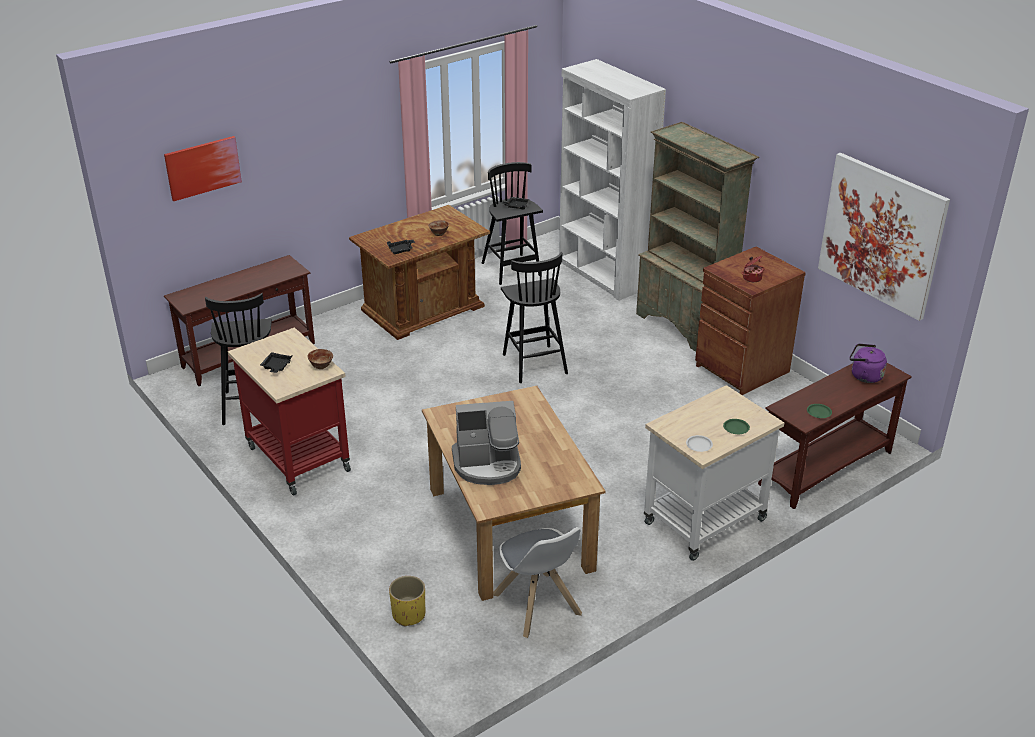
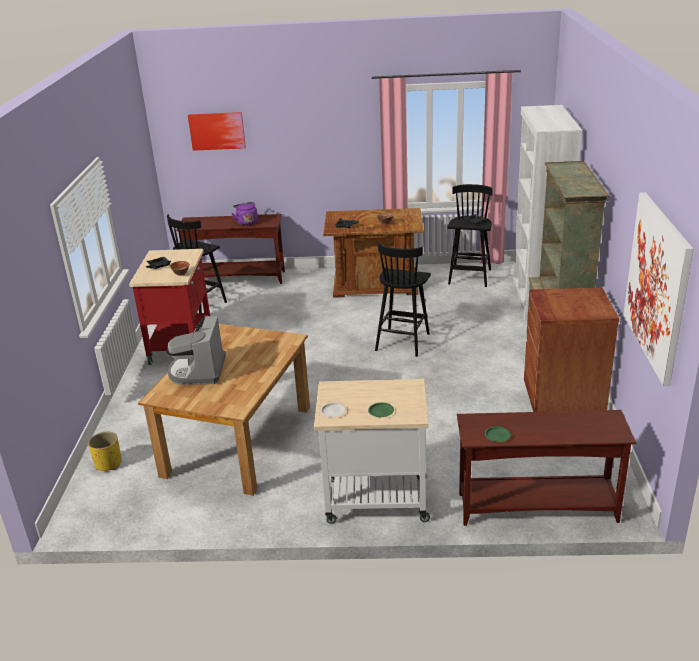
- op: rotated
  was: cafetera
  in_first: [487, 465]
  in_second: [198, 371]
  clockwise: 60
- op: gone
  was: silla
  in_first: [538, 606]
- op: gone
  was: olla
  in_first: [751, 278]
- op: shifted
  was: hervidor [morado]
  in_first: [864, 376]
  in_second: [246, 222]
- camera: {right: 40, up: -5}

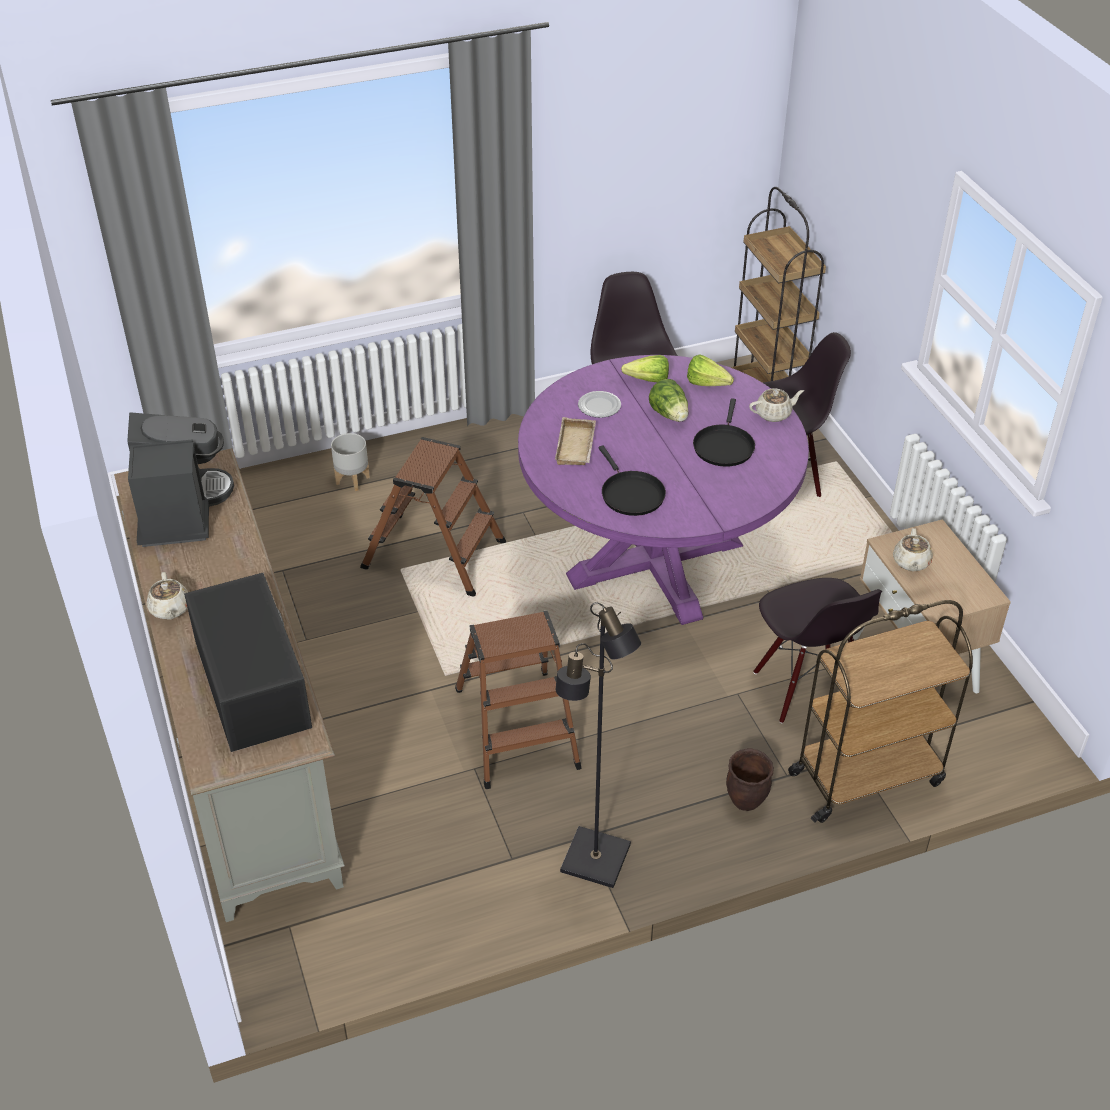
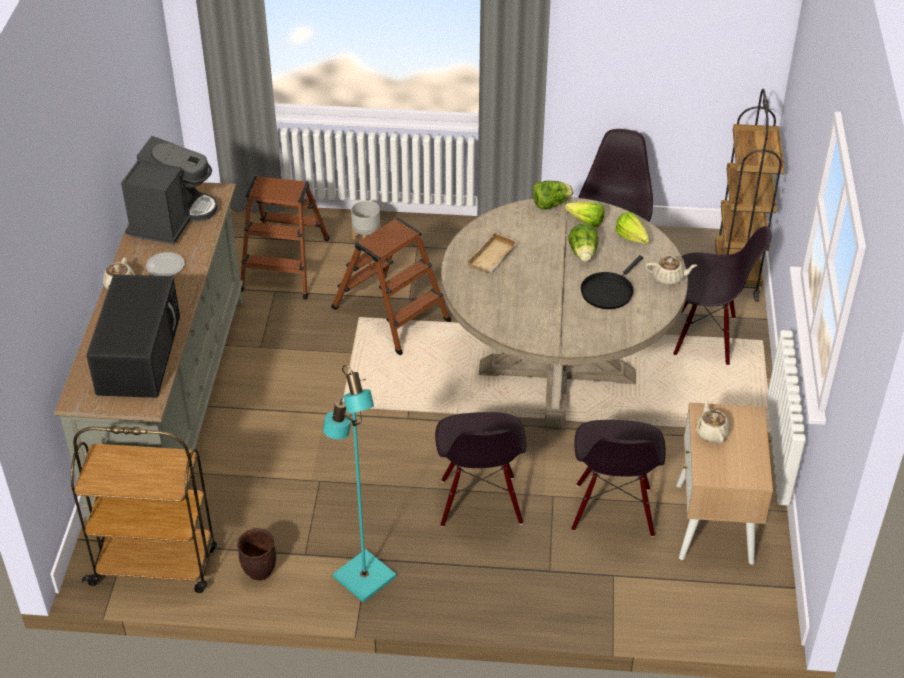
- op: shifted
  was: escalera de tijera [marrón]
  in_first: [516, 727]
  in_second: [285, 264]
- op: repainted
  was: mesa de comedor [morado]
  now: mesa de comedor [beis]
  in_first: [655, 561]
  in_second: [557, 373]
- op: repainted
  was: lámpara de pie [negro]
  now: lámpara de pie [turquesa]
  in_first: [595, 858]
  in_second: [364, 576]
- op: shifted
  was: plato
  in_first: [599, 407]
  in_second: [165, 267]
- op: gone
  was: sartén [negro]
  in_first: [630, 494]
- op: shifted
  was: maceta [marrón]
  in_first: [745, 801]
  in_second: [259, 572]
- op: shifted
  was: carrito [marrón]
  in_first: [867, 779]
  in_second: [155, 567]
- op: rotated
  was: tetera [beis]
  in_first: [911, 562]
  in_second: [711, 432]
  clockwise: 135
- op: new
  now: silla [negro]
  in_second: [479, 502]
- op: new
  now: lechuga
  in_second: [550, 204]
- camera: {right: 25, up: 0}

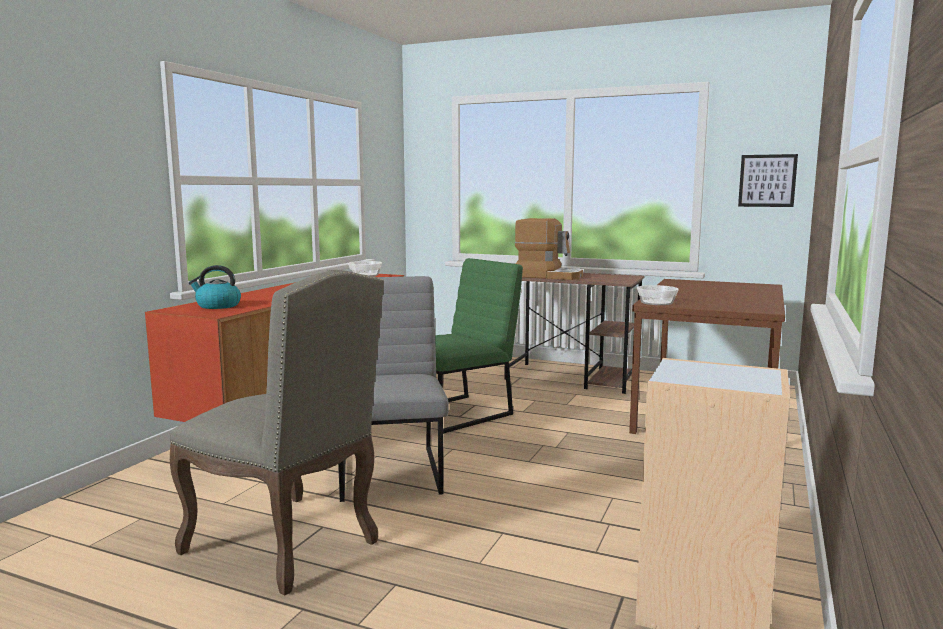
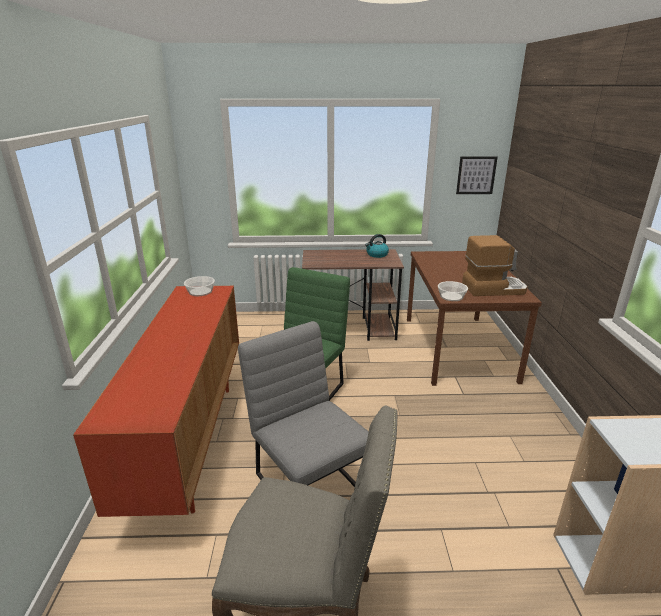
- op: shifted
  was: hervidor
  in_first: [217, 306]
  in_second: [377, 255]
- op: shifted
  was: cafetera
  in_first: [548, 276]
  in_second: [493, 288]
- camera: {right: -25, up: 15}

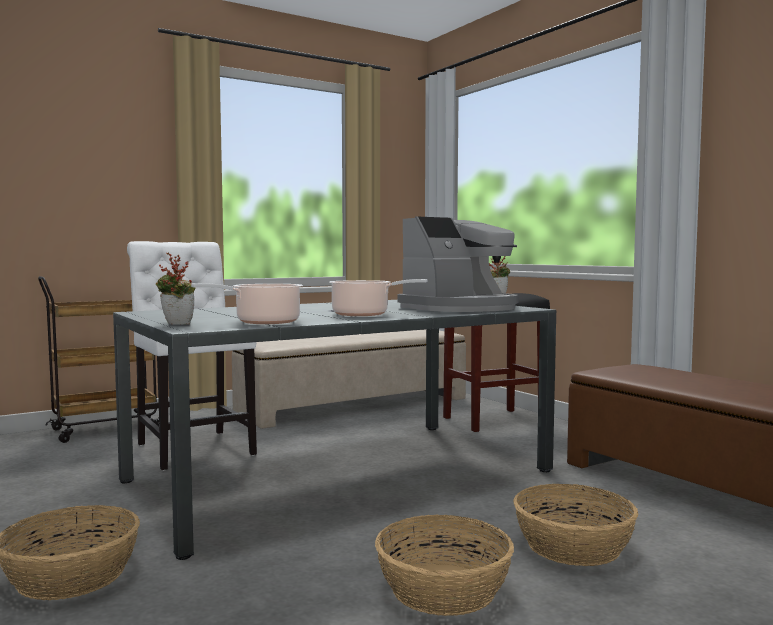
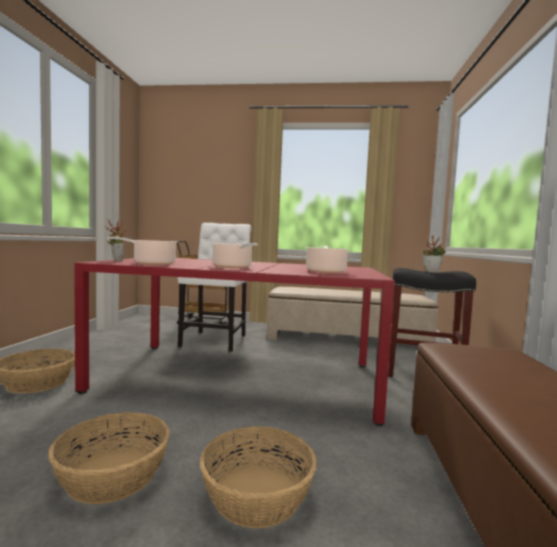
- op: repainted
  was: mesa de comedor [gris]
  now: mesa de comedor [rojo]
  in_first: [340, 476]
  in_second: [241, 377]
- op: swapped
  was: cafetera
  now: olla
  in_first: [461, 308]
  in_second: [325, 272]
- camera: {right: 40, up: 0}

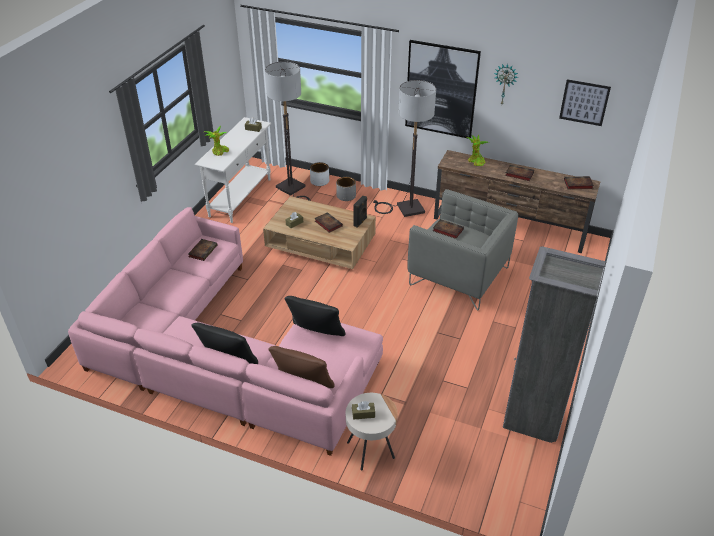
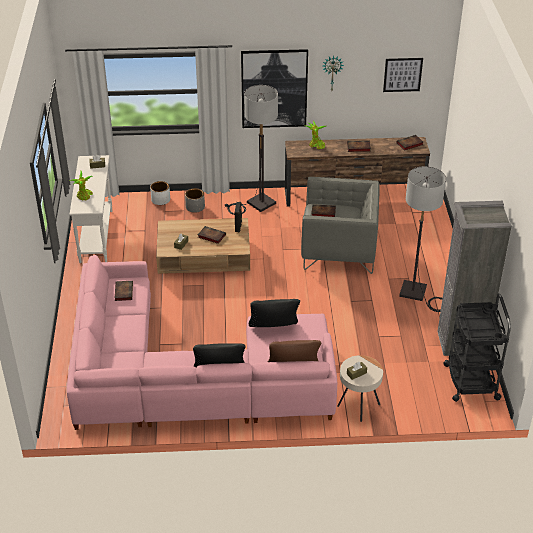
- op: shifted
  was: lámpara de pie
  in_first: [293, 192]
  in_second: [420, 296]
- op: new
  now: carrito [negro]
  in_second: [470, 381]
- camera: {right: -25, up: 0}

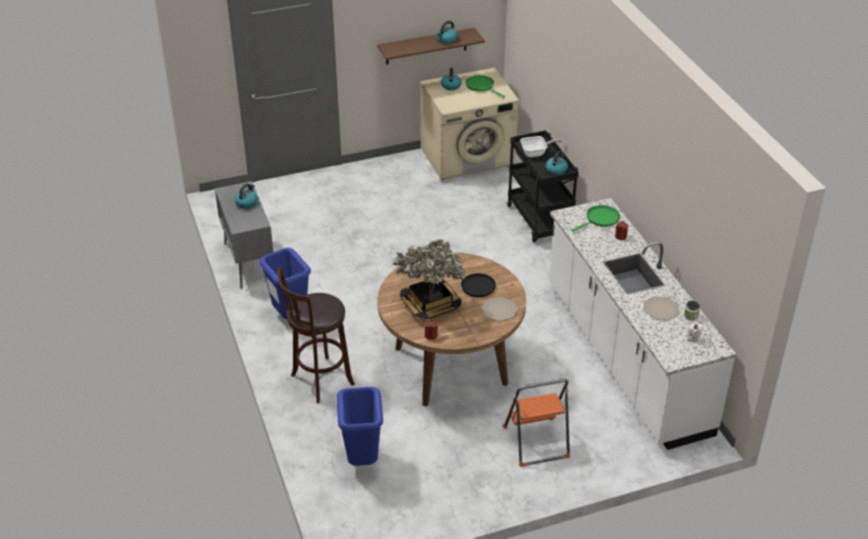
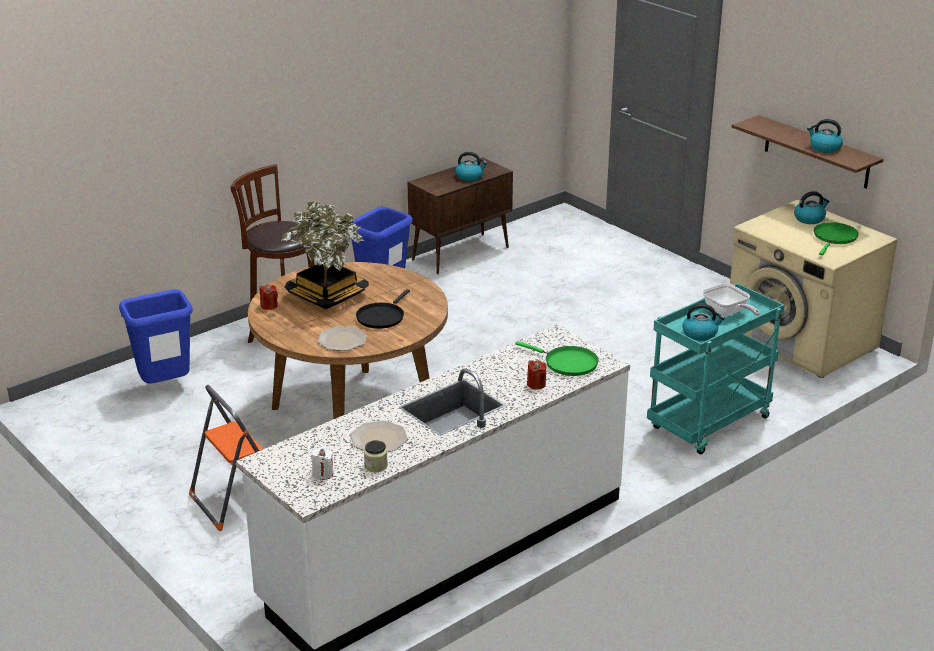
- op: repainted
  was: armario [gris]
  now: armario [marrón]
  in_first: [248, 262]
  in_second: [461, 253]
- op: repainted
  was: carrito [negro]
  now: carrito [turquesa]
  in_first: [540, 221]
  in_second: [709, 425]
- camera: {right: 70, up: -10}

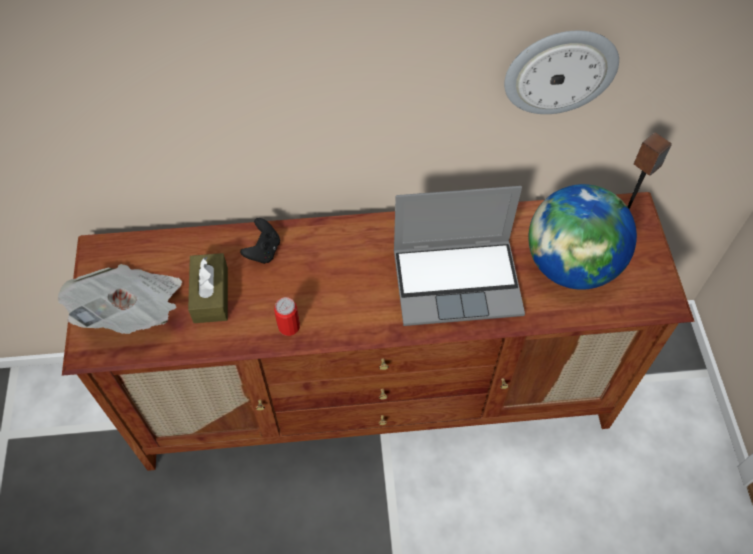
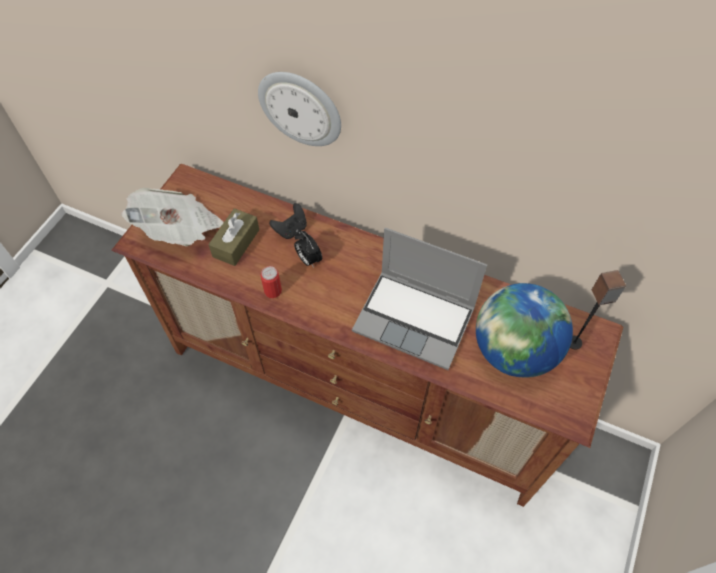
- op: shifted
  was: reloj de pared
  in_first: [560, 71]
  in_second: [300, 108]
- op: new
  now: despertador
  in_second: [308, 259]
- camera: {right: 30, up: 0}

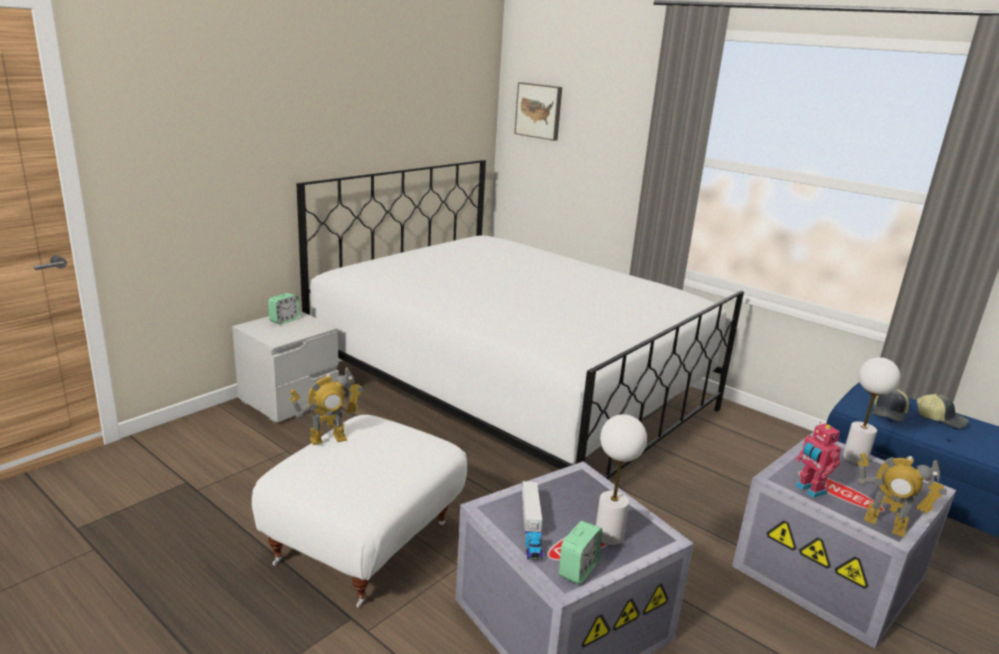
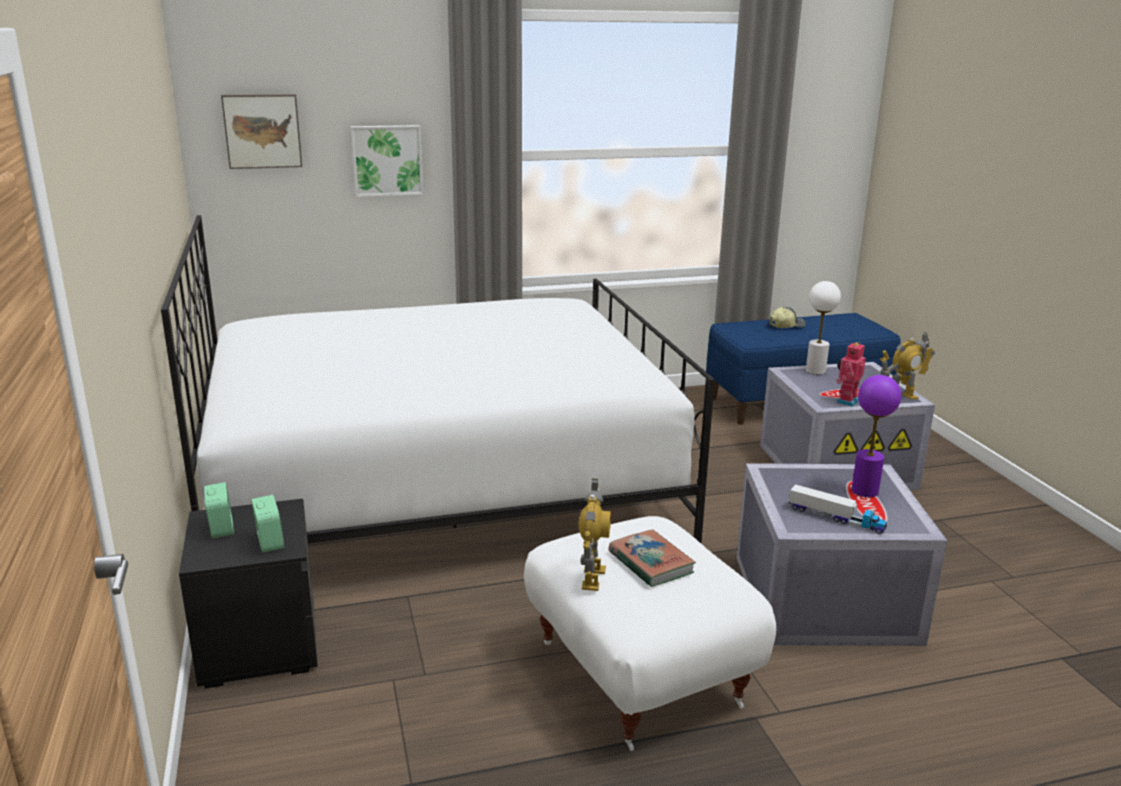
- op: repainted
  was: mesita de noche [blanco]
  now: mesita de noche [negro]
  in_first: [288, 400]
  in_second: [257, 644]
- op: shifted
  was: despertador
  in_first: [578, 570]
  in_second: [270, 542]
- op: repainted
  was: lámpara de mesa [blanco]
  now: lámpara de mesa [morado]
  in_first: [609, 536]
  in_second: [865, 491]
- op: rotated
  was: robot de juguete
  in_first: [809, 490]
  in_second: [846, 401]
  clockwise: 120
- op: gone
  was: gorra
  in_first: [889, 413]
- op: new
  now: cuadro
  in_second: [387, 160]
- op: new
  now: libro
  in_second: [650, 563]
- camera: {right: -55, up: 0}

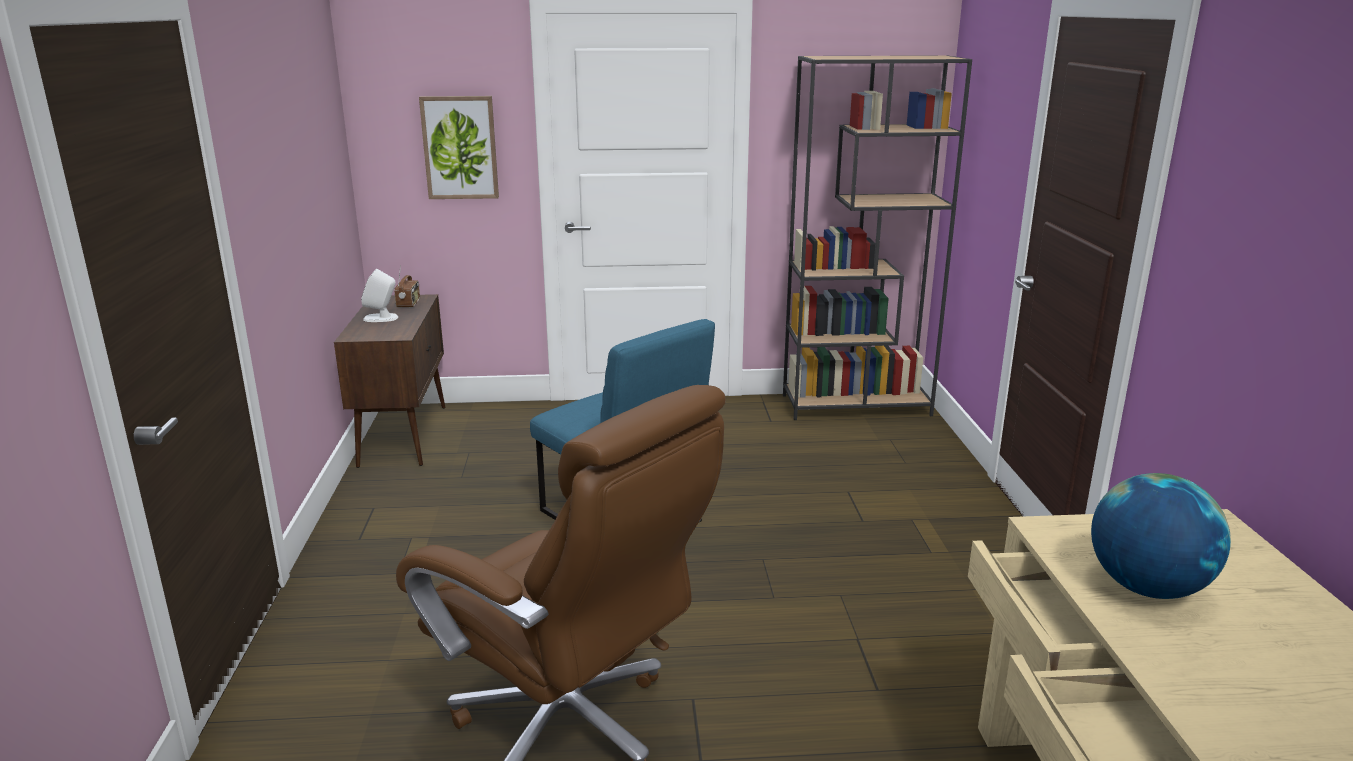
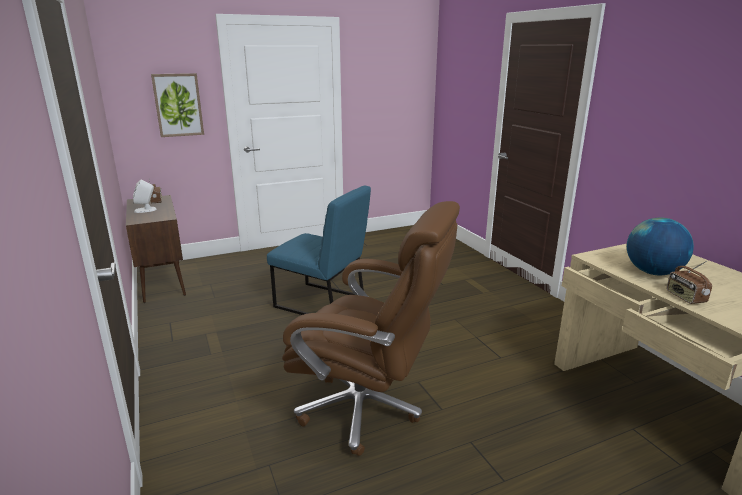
- op: gone
  was: estantería
  in_first: [856, 405]
- op: new
  now: radio
  in_second: [685, 297]
- camera: {right: -20, up: 0}

